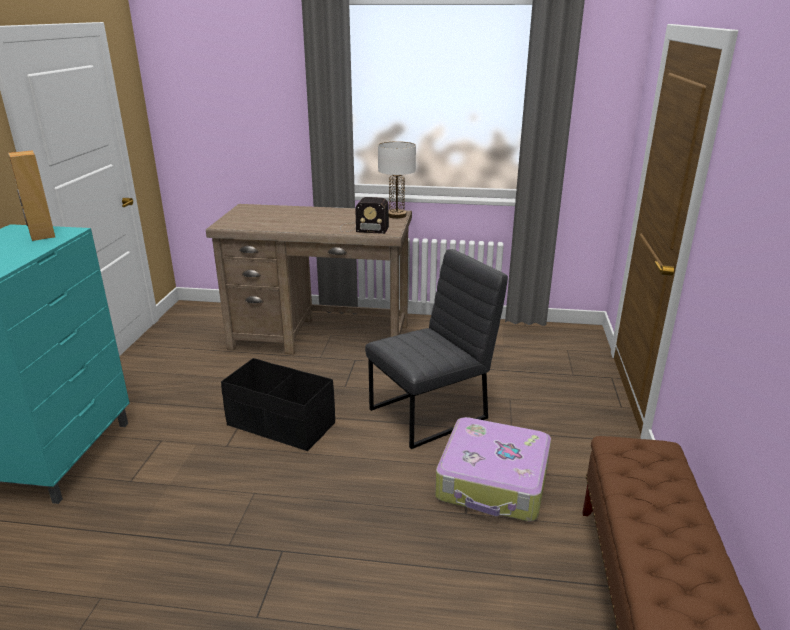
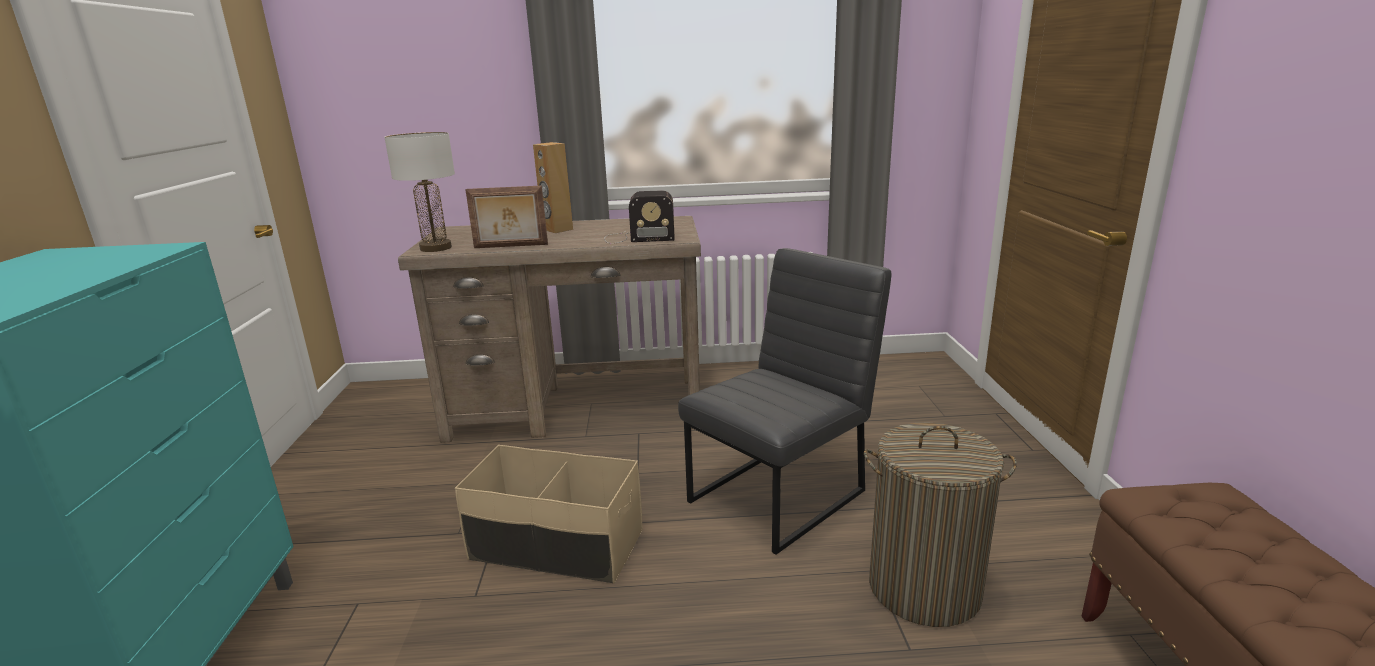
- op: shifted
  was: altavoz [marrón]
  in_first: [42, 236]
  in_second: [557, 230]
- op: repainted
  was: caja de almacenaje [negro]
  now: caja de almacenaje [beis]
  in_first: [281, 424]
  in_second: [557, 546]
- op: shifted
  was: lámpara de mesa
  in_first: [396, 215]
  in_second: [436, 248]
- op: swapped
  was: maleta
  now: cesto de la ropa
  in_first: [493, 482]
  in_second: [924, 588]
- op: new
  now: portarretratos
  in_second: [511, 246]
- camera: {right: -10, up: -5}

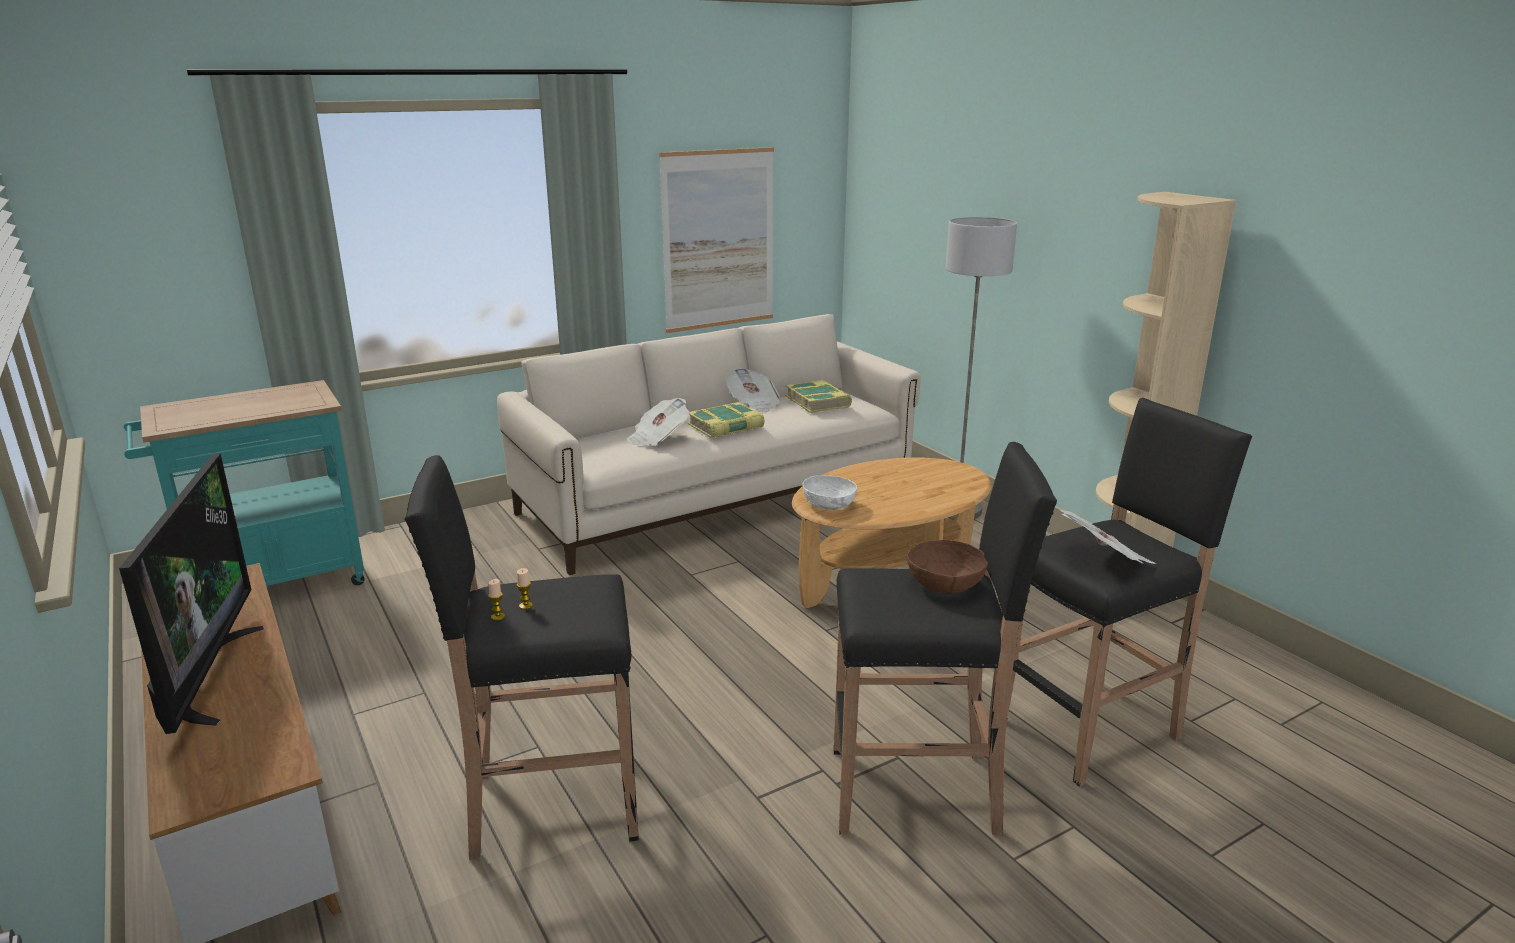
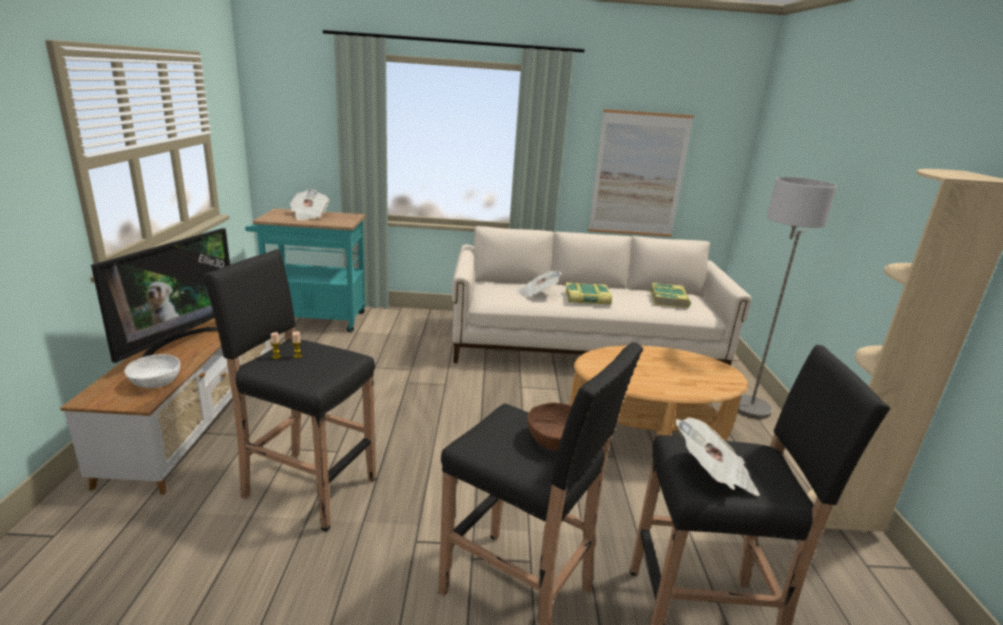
- op: shifted
  was: periódico
  in_first: [753, 405]
  in_second: [309, 216]
- op: shifted
  was: cuenco [blanco]
  in_first: [829, 505]
  in_second: [156, 382]
- camera: {right: 30, up: 0}

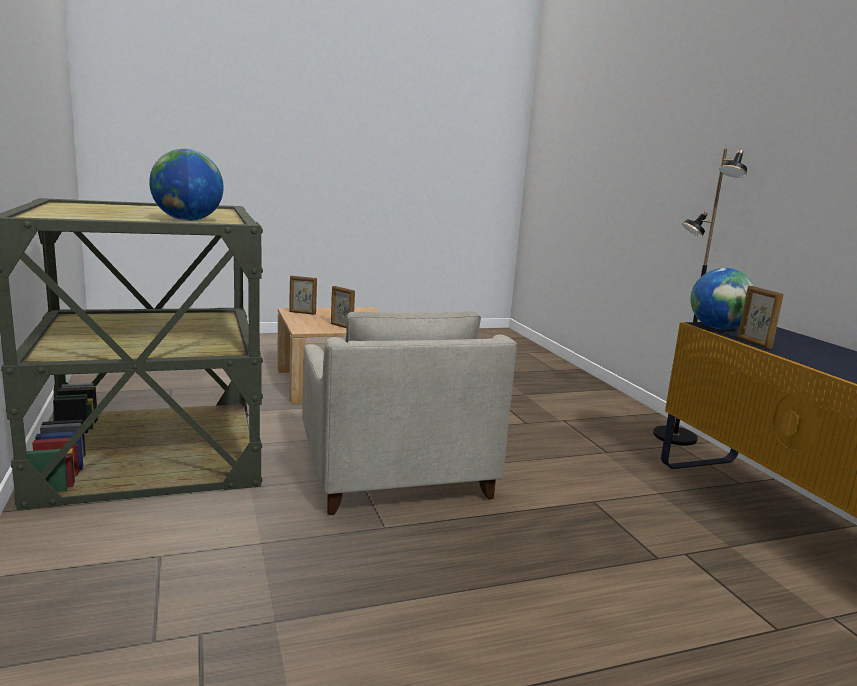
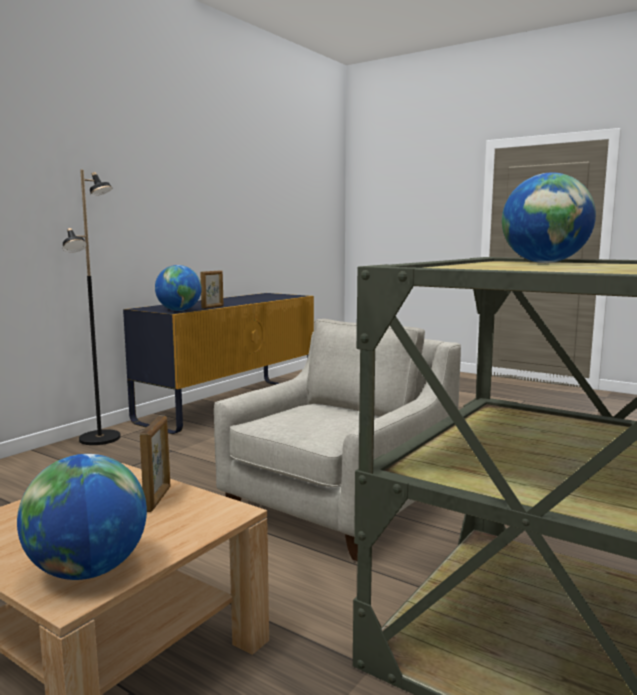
- op: swapped
  was: portarretratos
  now: globo terráqueo
  in_first: [302, 313]
  in_second: [87, 571]
- camera: {right: -125, up: -5}

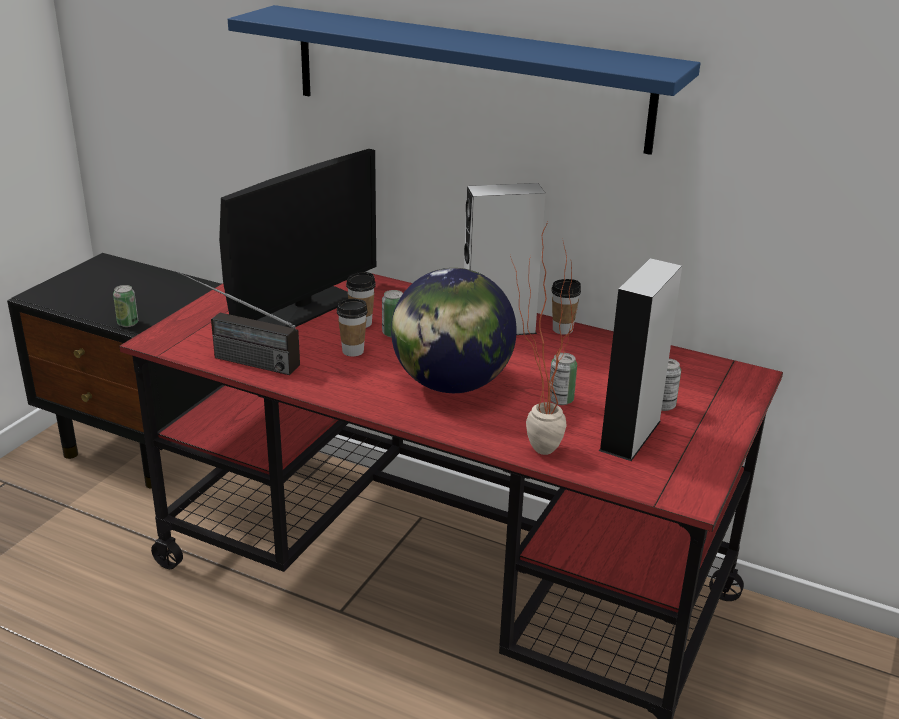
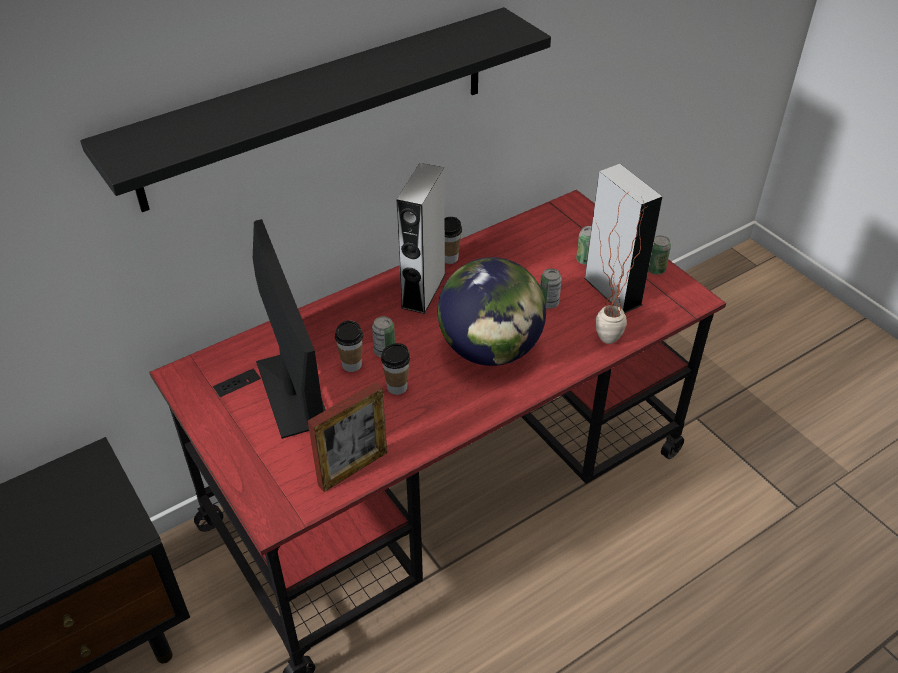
- op: shifted
  was: lata
  in_first: [128, 323]
  in_second: [655, 269]
- op: swapped
  was: radio
  now: portarretratos
  in_first: [235, 358]
  in_second: [353, 468]
- op: repainted
  was: estante [azul]
  now: estante [negro]
  in_first: [467, 77]
  in_second: [317, 107]
- camera: {right: -60, up: 15}

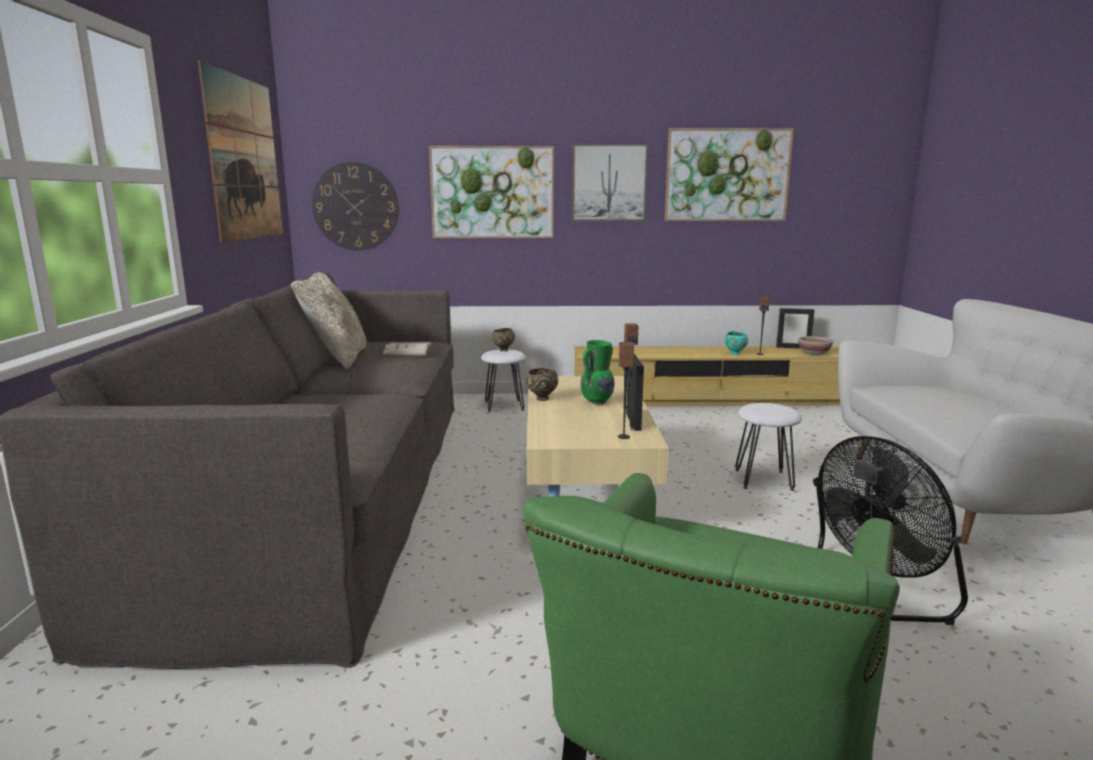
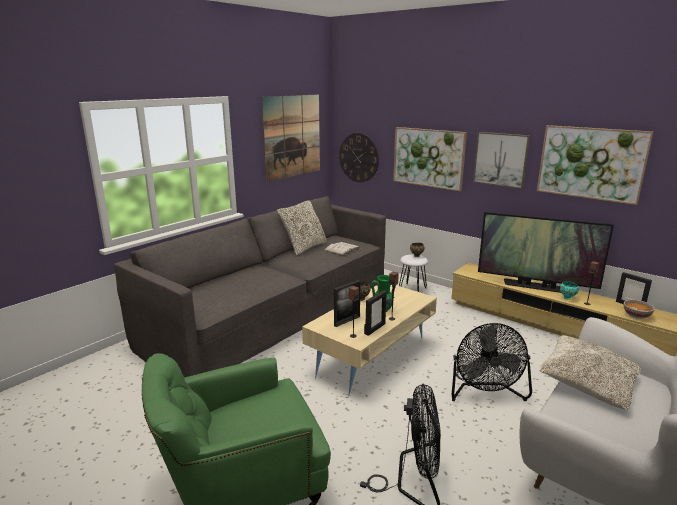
- op: swapped
  was: taburete [blanco]
  now: ventilador [negro]
  in_first: [763, 479]
  in_second: [482, 391]
- op: new
  now: portarretratos
  in_second: [347, 321]
- op: new
  now: televisor
  in_second: [535, 286]
- op: new
  now: cojín [beis]
  in_second: [588, 382]
- camera: {right: 40, up: 5}

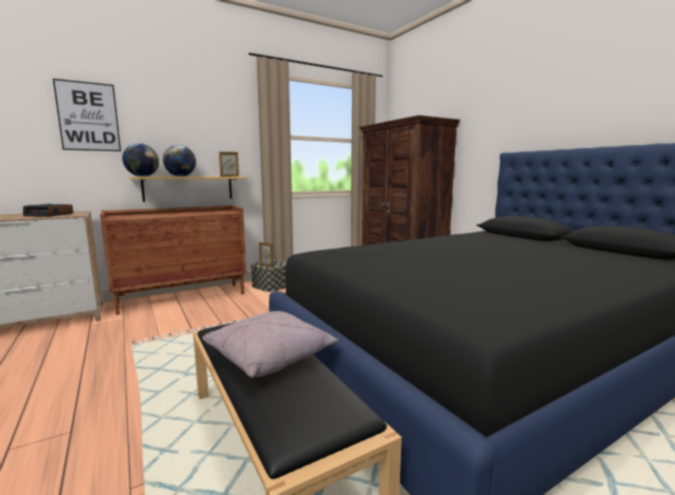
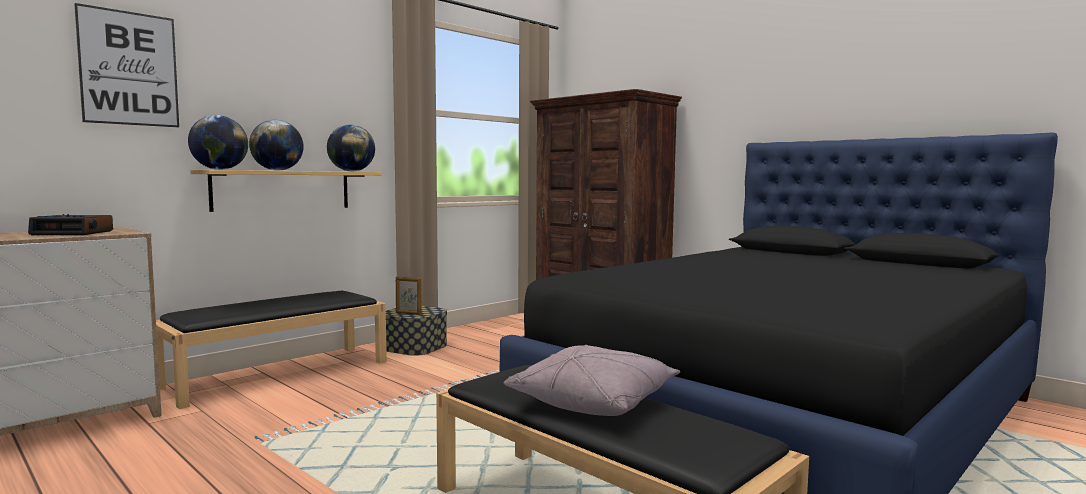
- op: swapped
  was: armario [marrón]
  now: banco [negro]
  in_first: [183, 298]
  in_second: [279, 373]
- op: swapped
  was: portarretratos
  now: globo terráqueo
  in_first: [229, 176]
  in_second: [351, 171]
- camera: {right: -15, up: -5}

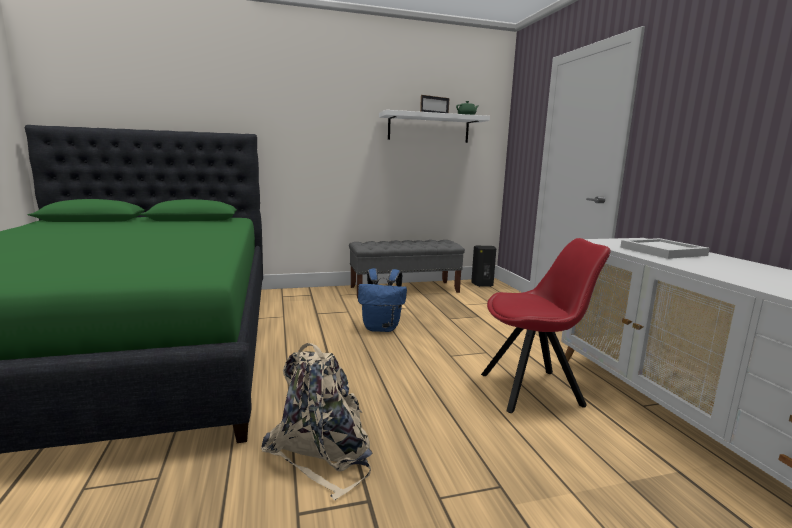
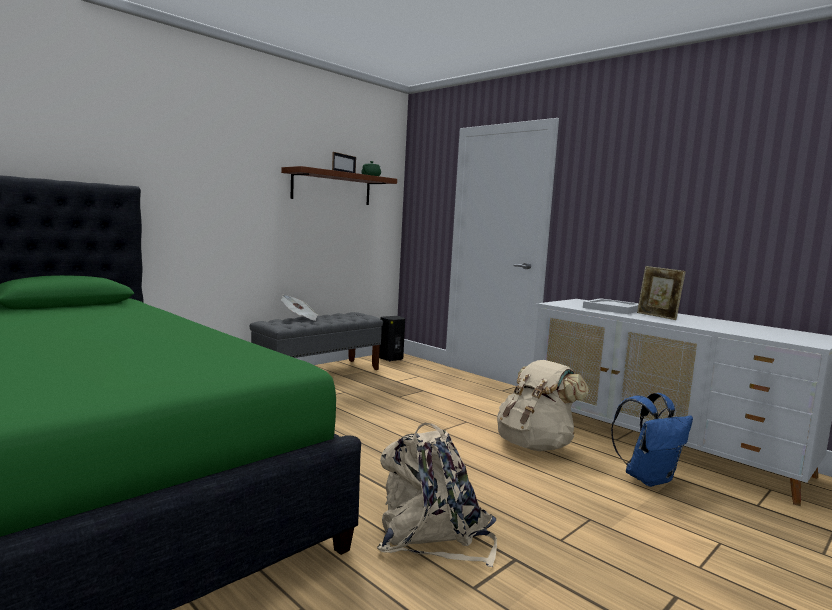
- op: shifted
  was: mochila [azul]
  in_first: [382, 328]
  in_second: [648, 478]
- op: repainted
  was: estante [blanco]
  now: estante [marrón]
  in_first: [429, 128]
  in_second: [332, 187]
- op: swapped
  was: silla [rojo]
  now: mochila [beis]
  in_first: [532, 390]
  in_second: [535, 445]
- op: new
  now: periódico
  in_second: [300, 318]
- op: new
  now: portarretratos
  in_second: [657, 316]
- camera: {right: -30, up: -5}

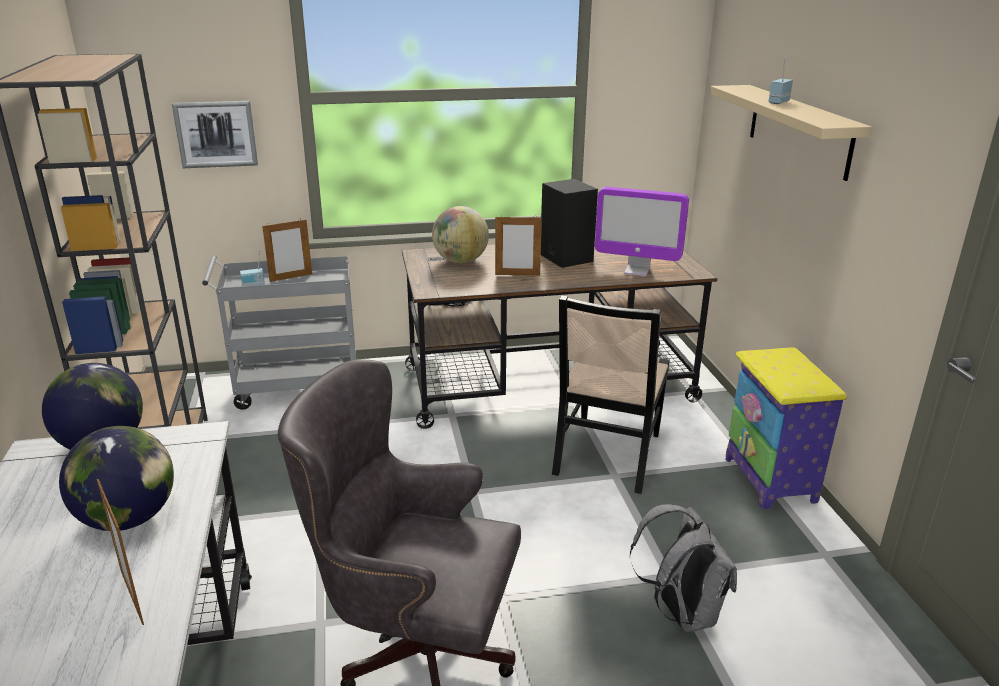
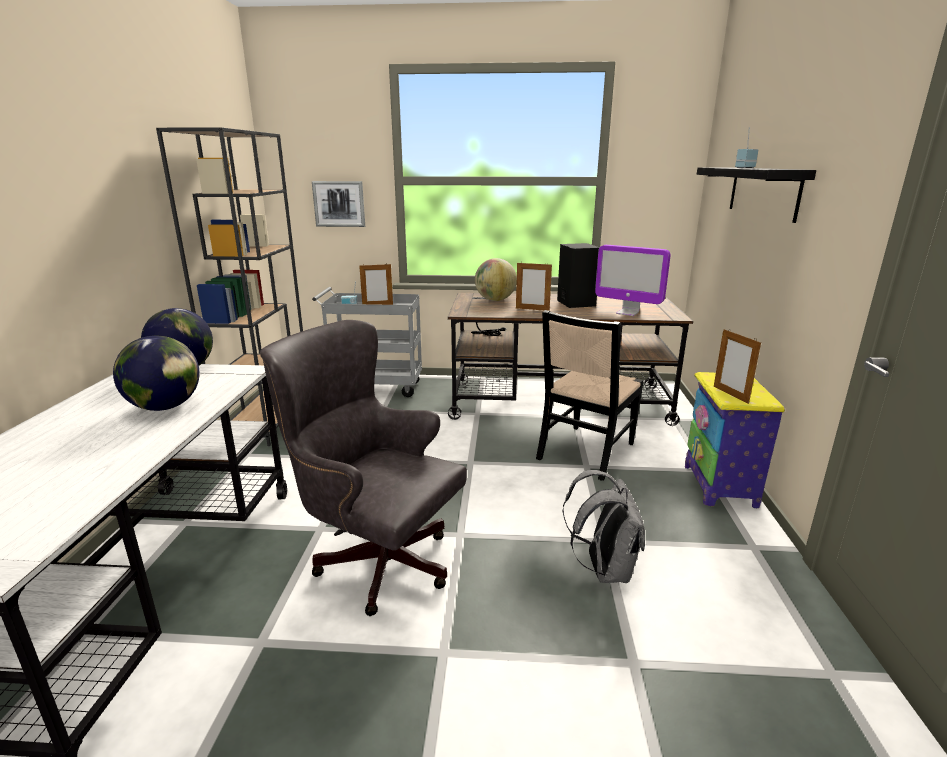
- op: shifted
  was: portarretratos
  in_first: [132, 597]
  in_second: [730, 394]
- op: repainted
  was: estante [beis]
  now: estante [negro]
  in_first: [799, 130]
  in_second: [763, 192]
- camera: {right: 15, up: -5}

